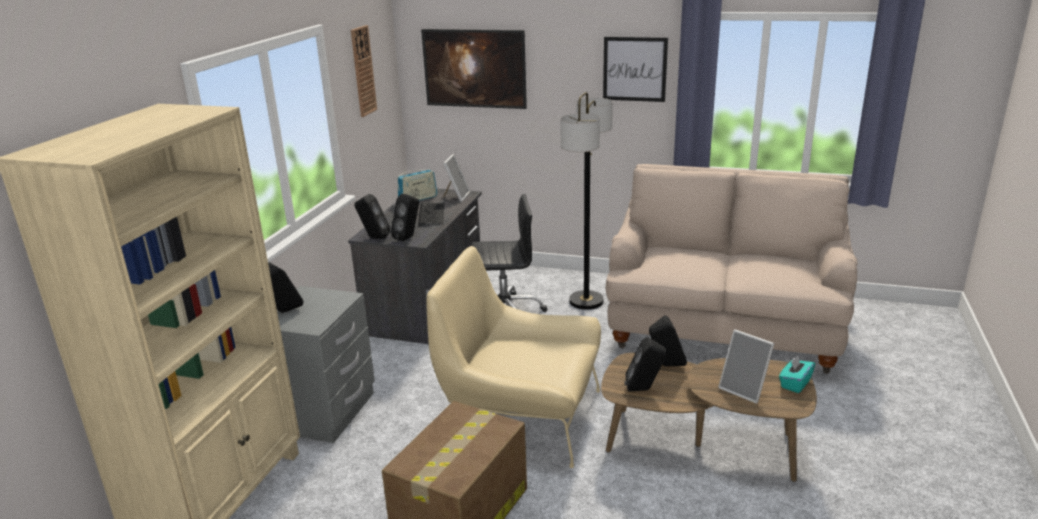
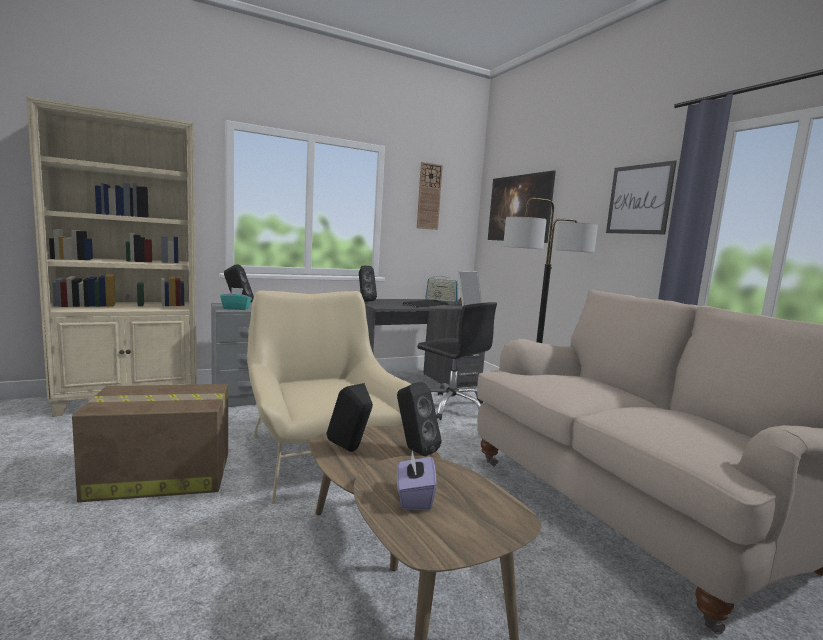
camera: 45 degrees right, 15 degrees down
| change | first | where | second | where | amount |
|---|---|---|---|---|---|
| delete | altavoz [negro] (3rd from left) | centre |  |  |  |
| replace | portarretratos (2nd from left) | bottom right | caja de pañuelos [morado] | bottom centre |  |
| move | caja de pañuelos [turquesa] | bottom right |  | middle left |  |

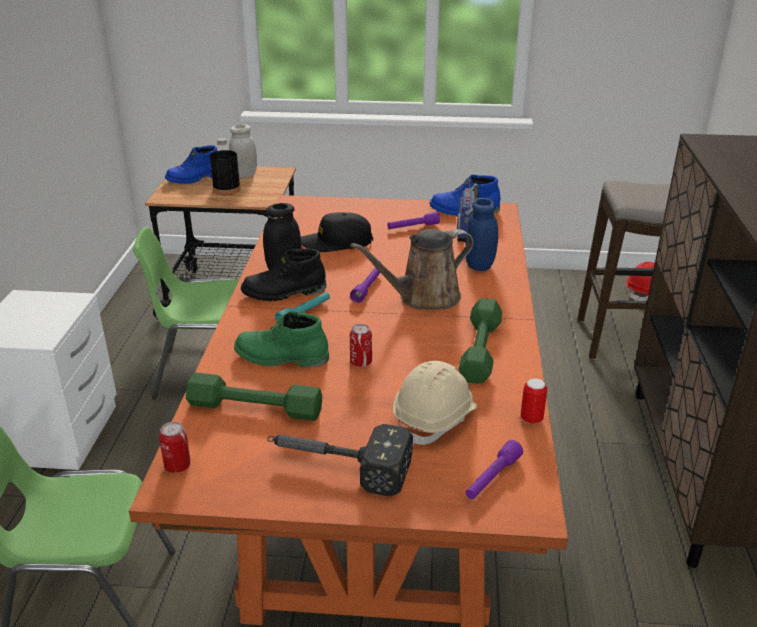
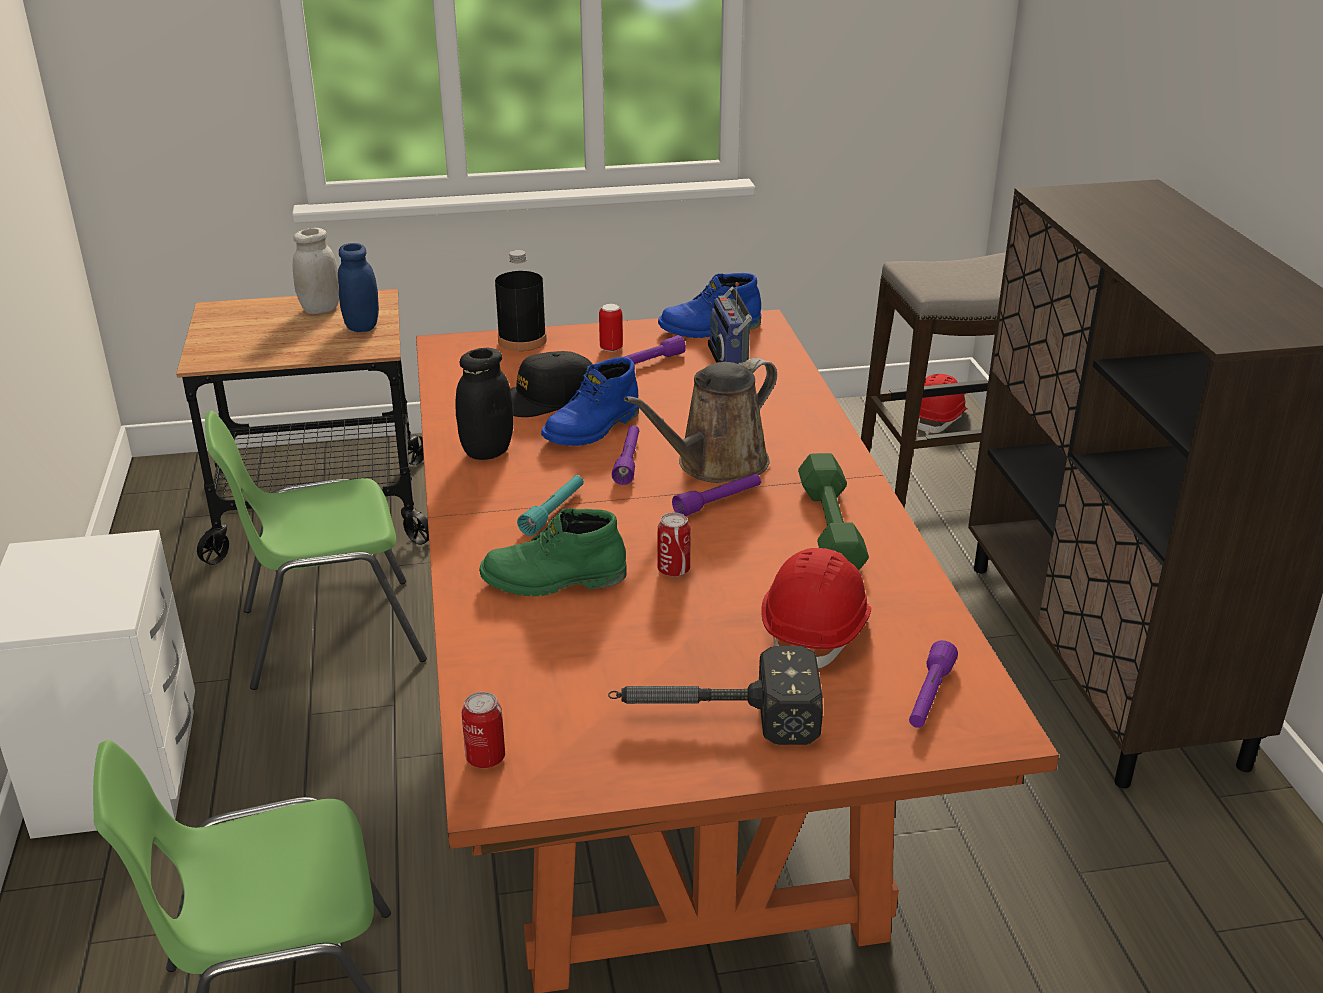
camera: 15 degrees left, 0 degrees up
| change | first | where | second | where | amount |
|---|---|---|---|---|---|
| move | botella [negro] | top left |  | top centre |  |
| move | bota [azul] (1st from left) | top left |  | centre |  |
| move | tarro [azul] | centre |  | top left |  |
| delete | bota [negro] | centre |  |  |  |
| recolor | casco [beis] | centre | casco [rojo] (1st from left) | centre |  |
| delete | mancuerna [verde] (1st from left) | centre |  |  |  |
| move | lata (3rd from left in the first image) | middle right | lata (2nd from left) | top centre |  |
| insert |  |  | linterna [morado] (3rd from left) | centre |  |

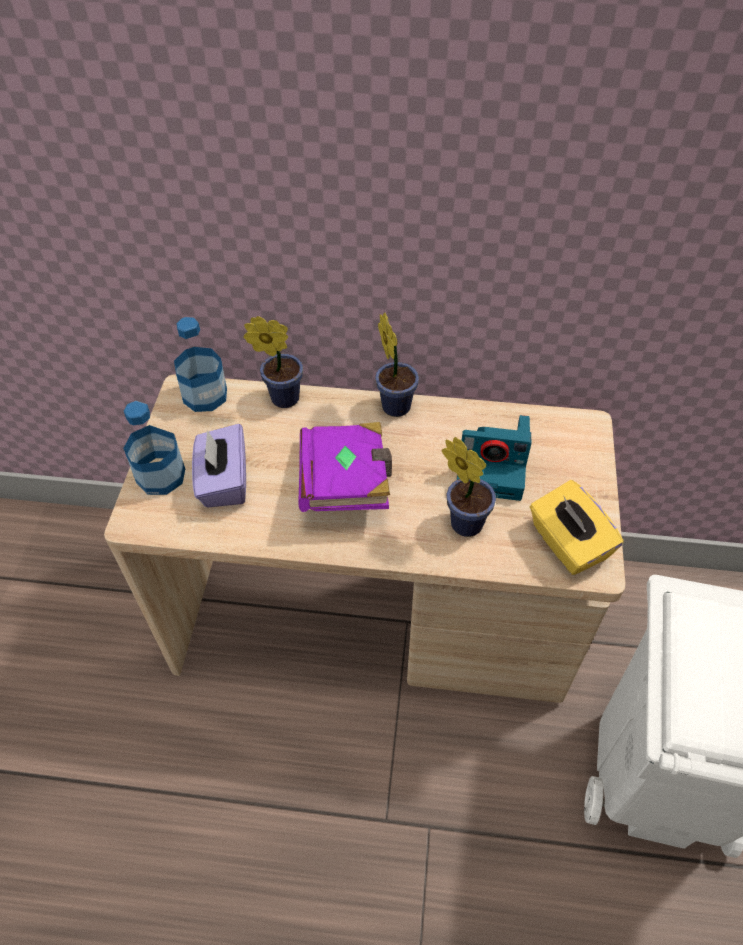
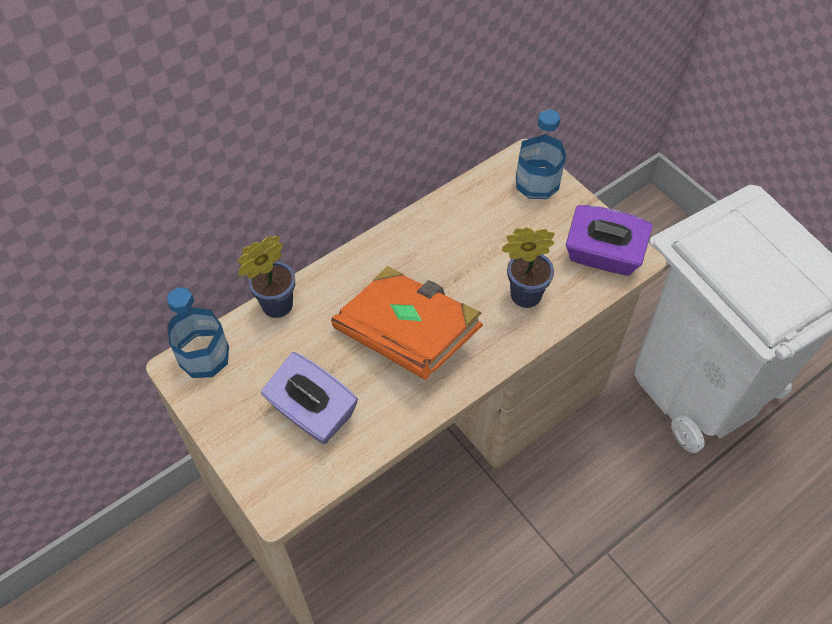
camera: 45 degrees left, 5 degrees up
| change | first | where | second | where | amount |
|---|---|---|---|---|---|
| delete | planta en maceta (2nd from left) | centre |  |  |  |
| move | botella (1st from left in the first image) | middle left | botella (2nd from left) | top centre |  |
| delete | cámara | centre |  |  |  |
| recolor | libro [morado] | centre | libro [naranja] | centre |  |
| recolor | caja de pañuelos [amarillo] | middle right | caja de pañuelos [morado] (2nd from left) | middle right |  |

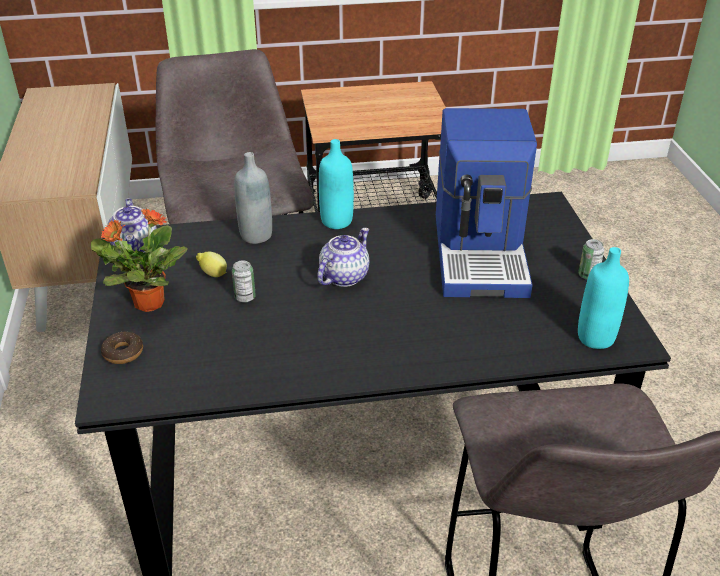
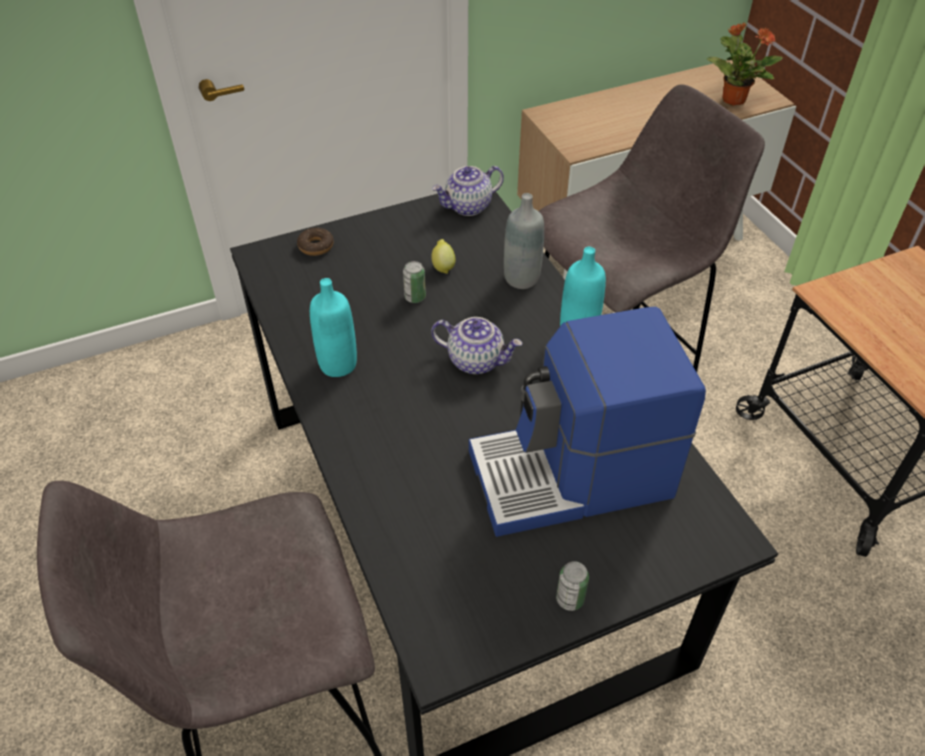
camera: 75 degrees right, 10 degrees up
| change | first | where | second | where | amount |
|---|---|---|---|---|---|
| move | planta en maceta | middle left |  | top right |  |
| move | botella [turquesa] (2nd from left in the first image) | middle right | botella [turquesa] (1st from left) | centre |  |

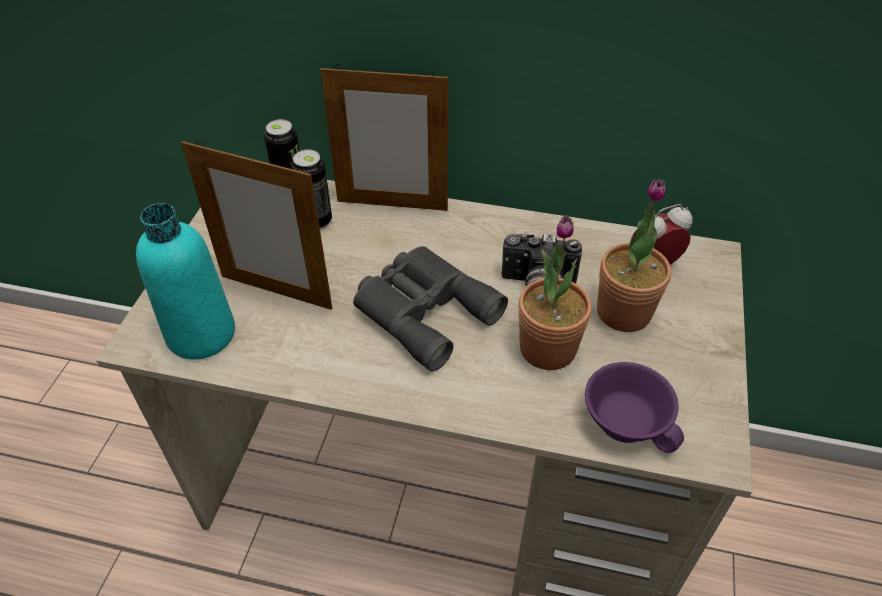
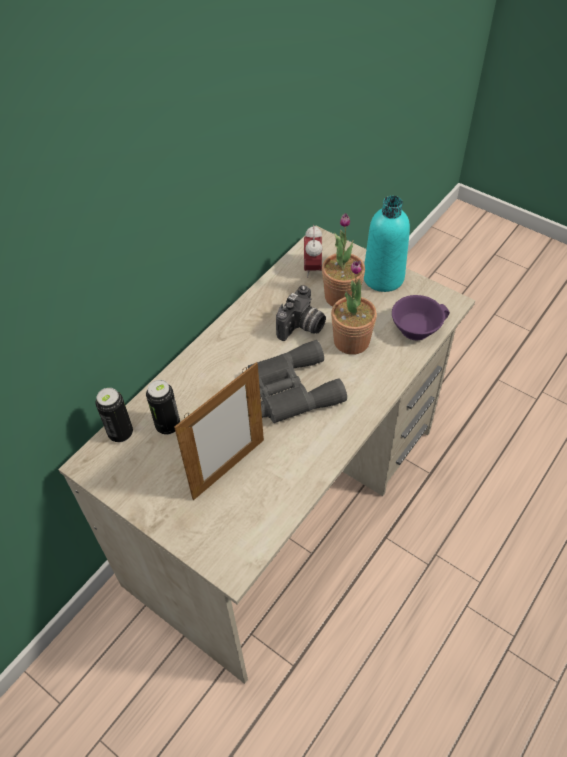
camera: 65 degrees left, 5 degrees up
| change | first | where | second | where | amount |
|---|---|---|---|---|---|
| delete | portarretratos (2nd from left) | top centre |  |  |  |
| move | botella [turquesa] | middle left |  | top right |  |

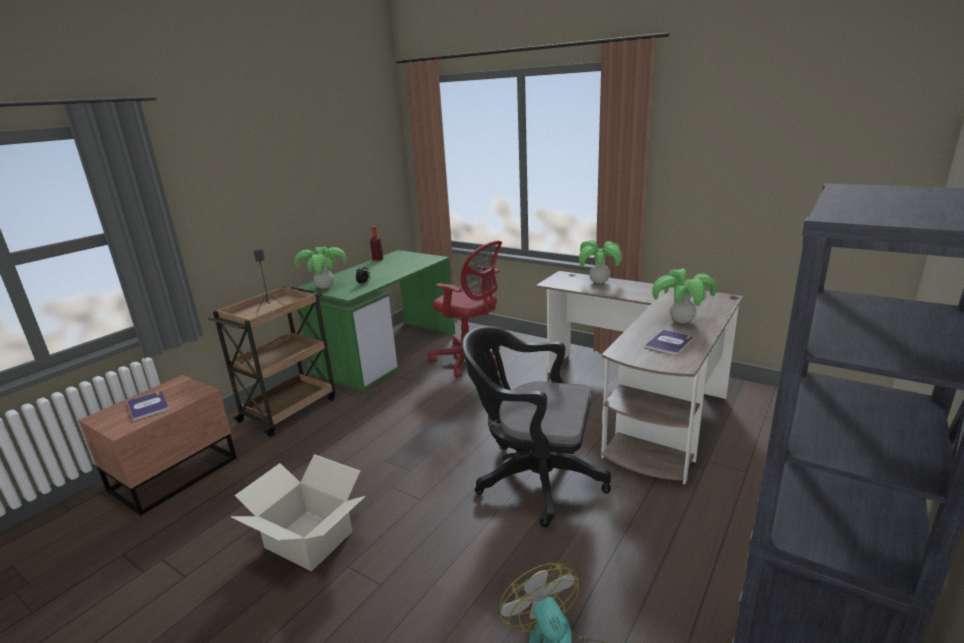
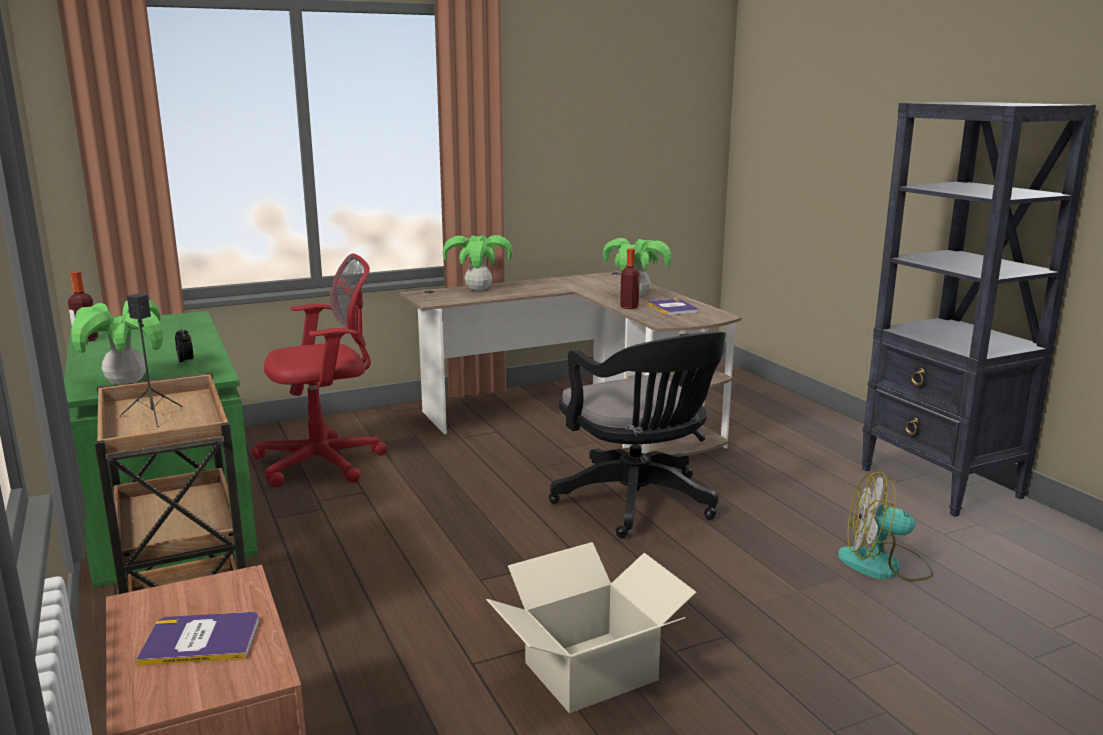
camera: 60 degrees left, 5 degrees down
| change | first | where | second | where | amount |
|---|---|---|---|---|---|
| rotate | silla de oficina [negro] | centre |  | centre | 75 degrees counterclockwise |
| insert |  |  | botella (2nd from left) | centre |  |

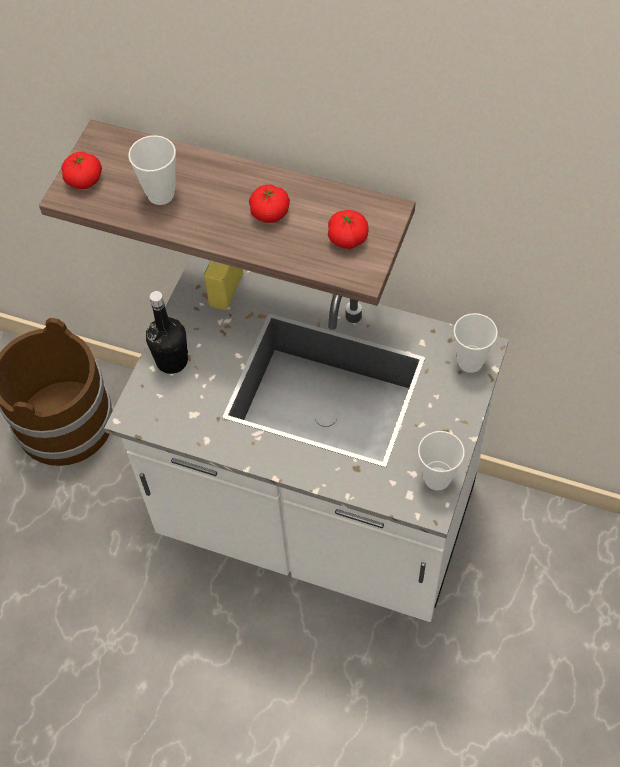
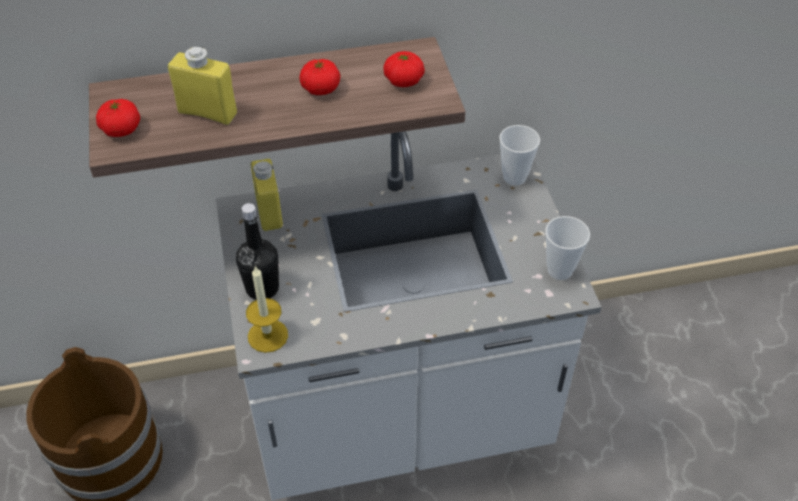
camera: 35 degrees left, 10 degrees down
| change | first | where | second | where | amount |
|---|---|---|---|---|---|
| replace | taza (1st from left) | top left | botella [amarillo] (1st from left) | top left |  |
| insert |  |  | vela | centre |  |

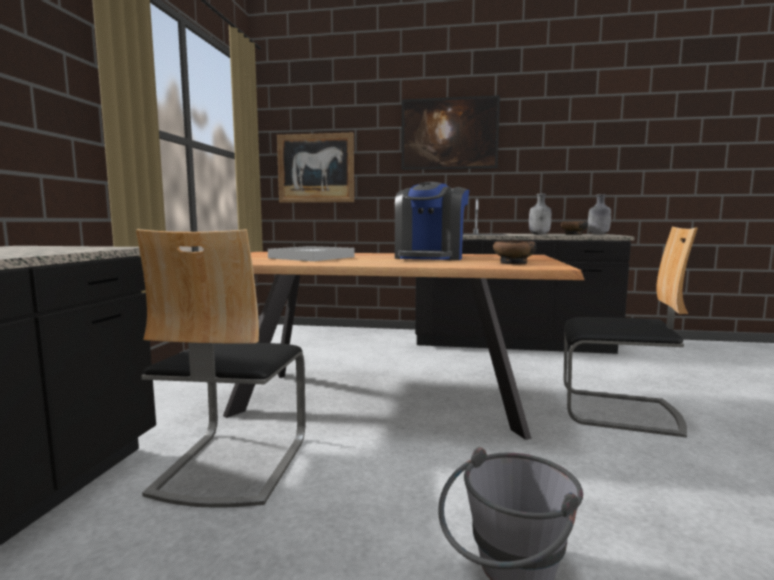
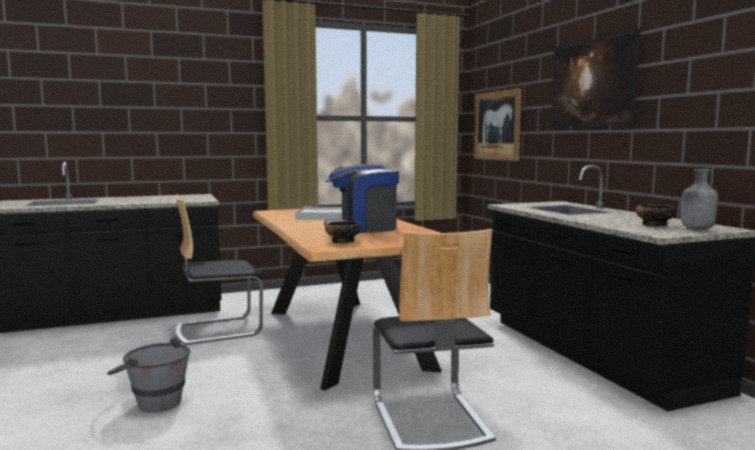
camera: 60 degrees right, 0 degrees up
| change | first | where | second | where | amount |
|---|---|---|---|---|---|
| delete | botella [gris] (1st from left) | middle right |  |  |  |

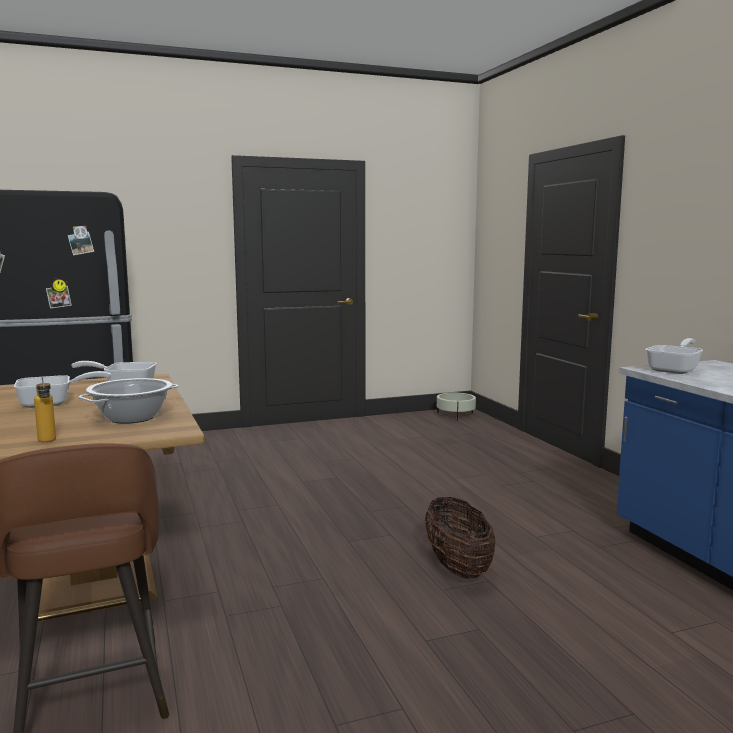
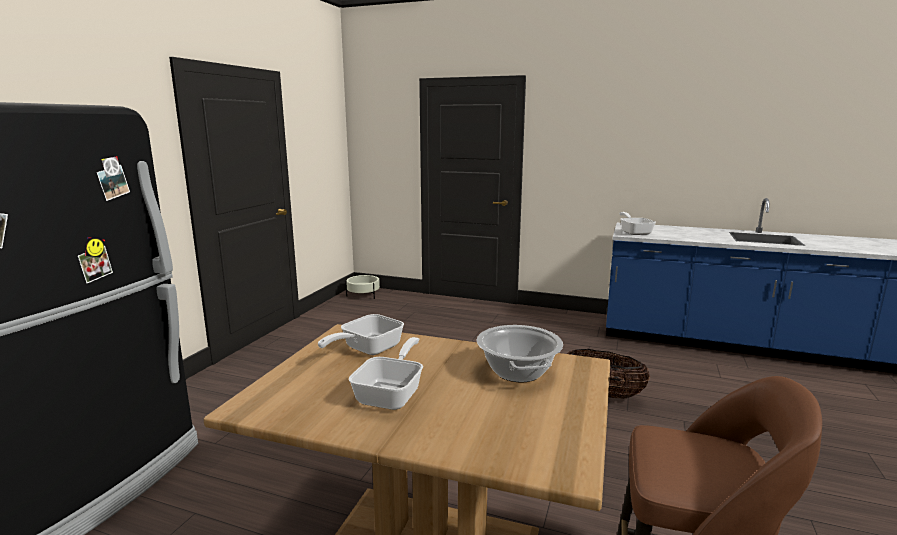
camera: 50 degrees left, 5 degrees up
| change | first | where | second | where | amount |
|---|---|---|---|---|---|
| delete | botella | middle left |  |  |  |

